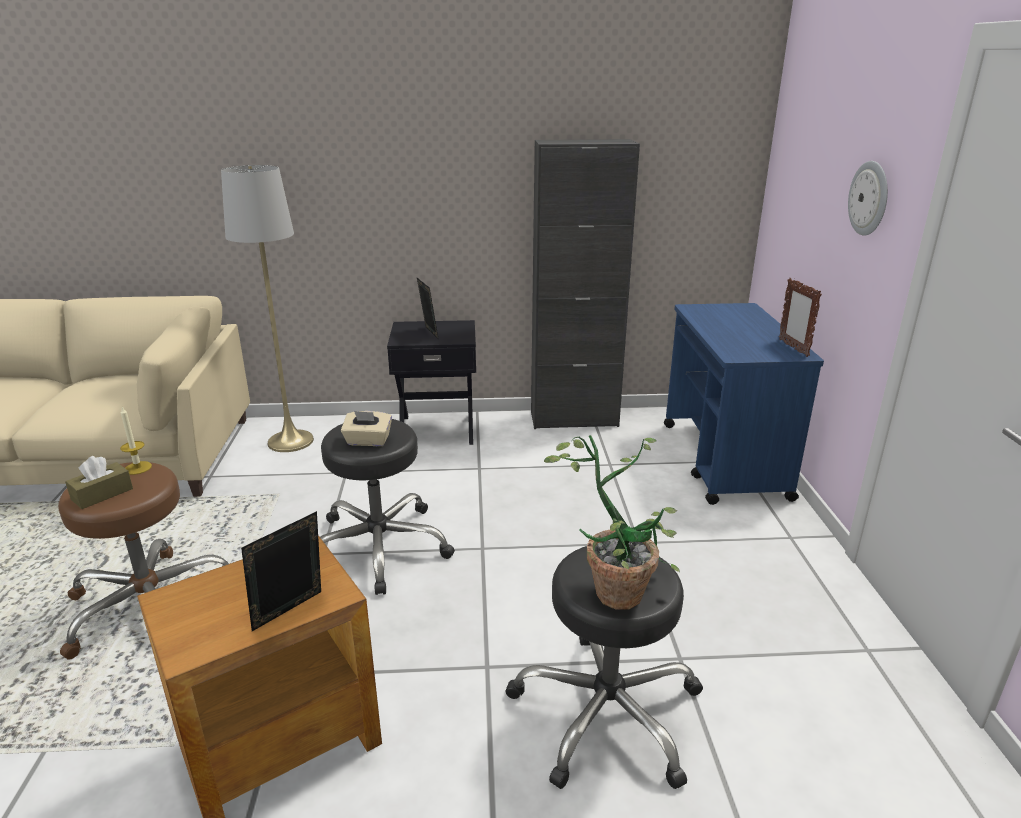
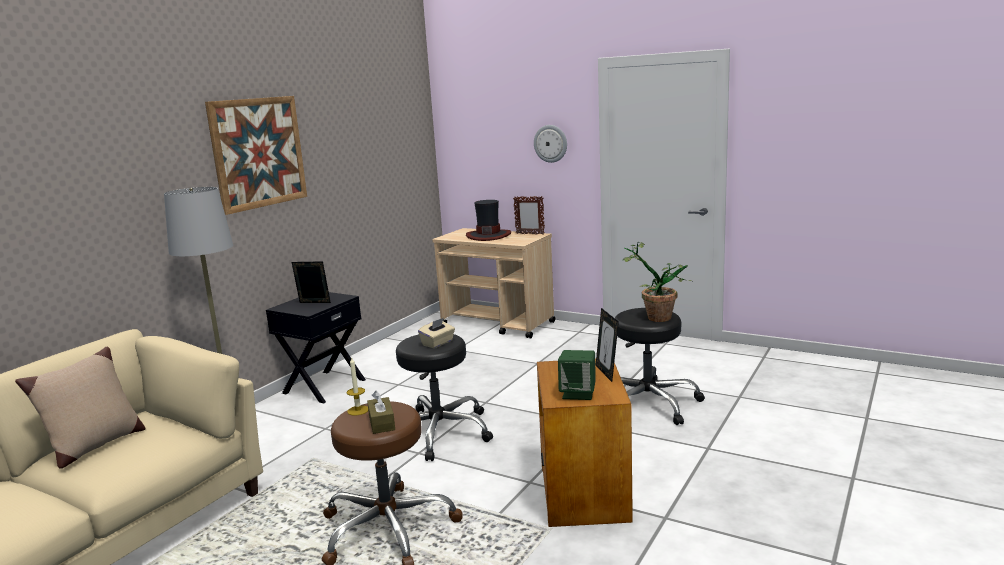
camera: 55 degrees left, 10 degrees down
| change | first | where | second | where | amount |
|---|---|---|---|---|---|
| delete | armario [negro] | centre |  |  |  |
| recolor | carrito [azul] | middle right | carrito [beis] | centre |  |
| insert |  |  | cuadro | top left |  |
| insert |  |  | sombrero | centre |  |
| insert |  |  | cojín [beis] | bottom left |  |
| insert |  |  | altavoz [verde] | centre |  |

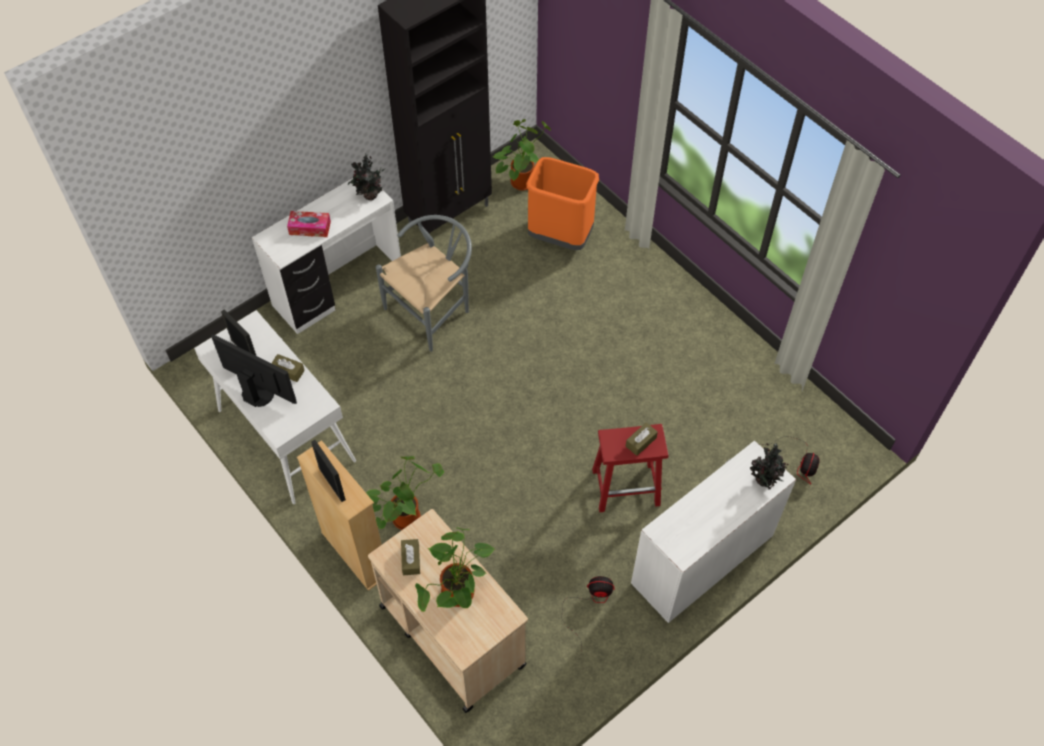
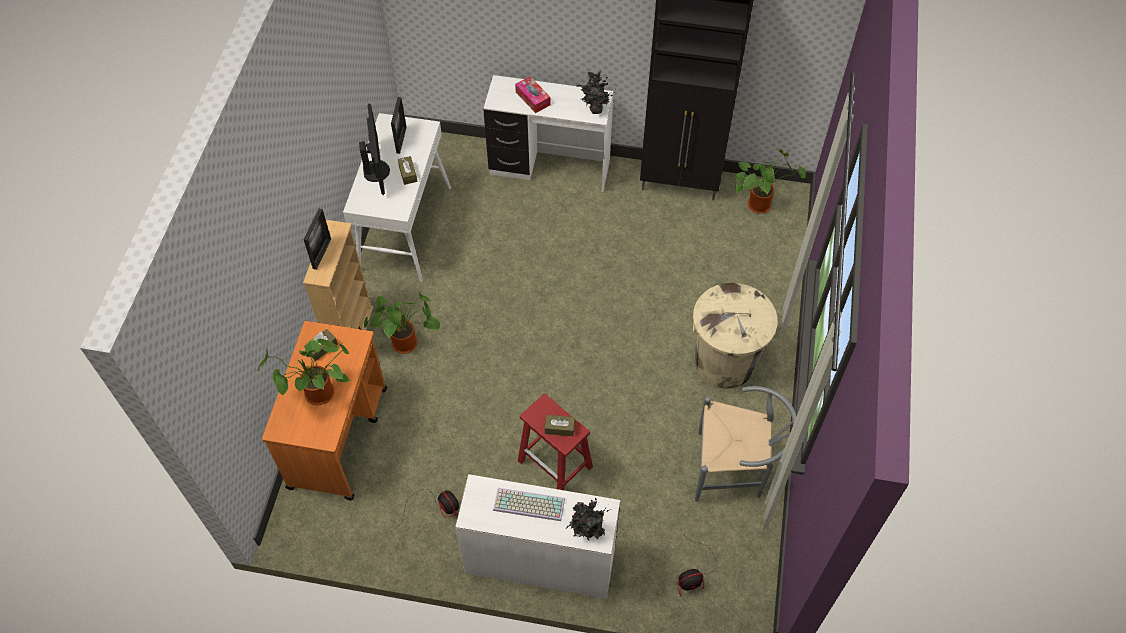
camera: 50 degrees right, 0 degrees up
| change | first | where | second | where | amount |
|---|---|---|---|---|---|
| delete | papelera [naranja] | top centre |  |  |  |
| move | silla [gris] | centre |  | bottom centre |  |
| recolor | carrito [beis] | bottom centre | carrito [naranja] | middle left |  |
| insert |  |  | papelera [beis] | centre |  |
| insert |  |  | teclado | bottom centre |  |

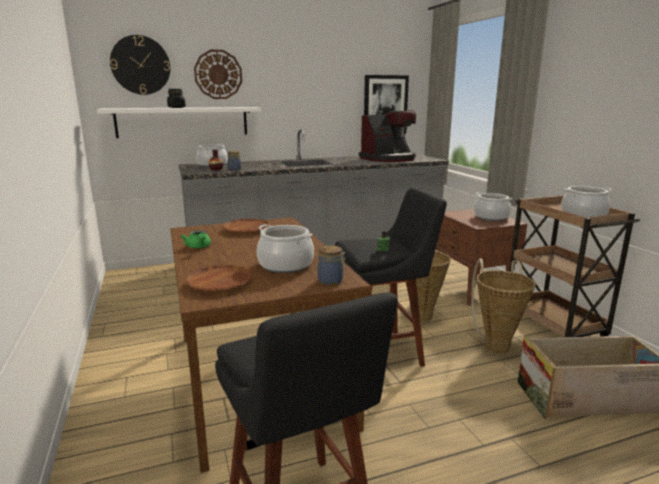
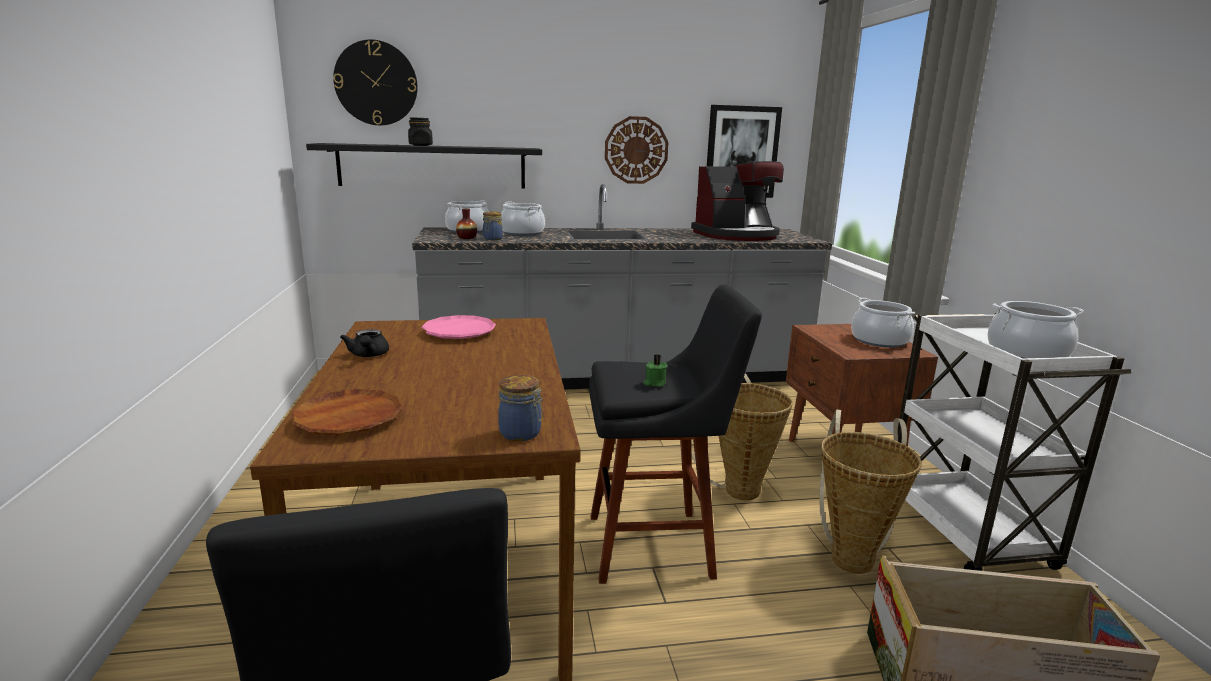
camera: 10 degrees right, 0 degrees up
| change | first | where | second | where | amount |
|---|---|---|---|---|---|
| move | reloj de pared (2nd from left) | top left |  | top centre |  |
| recolor | estante [blanco] | top left | estante [negro] | top centre |  |
| recolor | carrito [marrón] | middle right | carrito [blanco] | middle right |  |
| recolor | plato [marrón] (2nd from left) | centre | plato [rosa] | centre |  |
| move | olla (2nd from left) | centre |  | top centre |  |
| recolor | tetera [verde] | middle left | tetera [negro] | middle left |  |

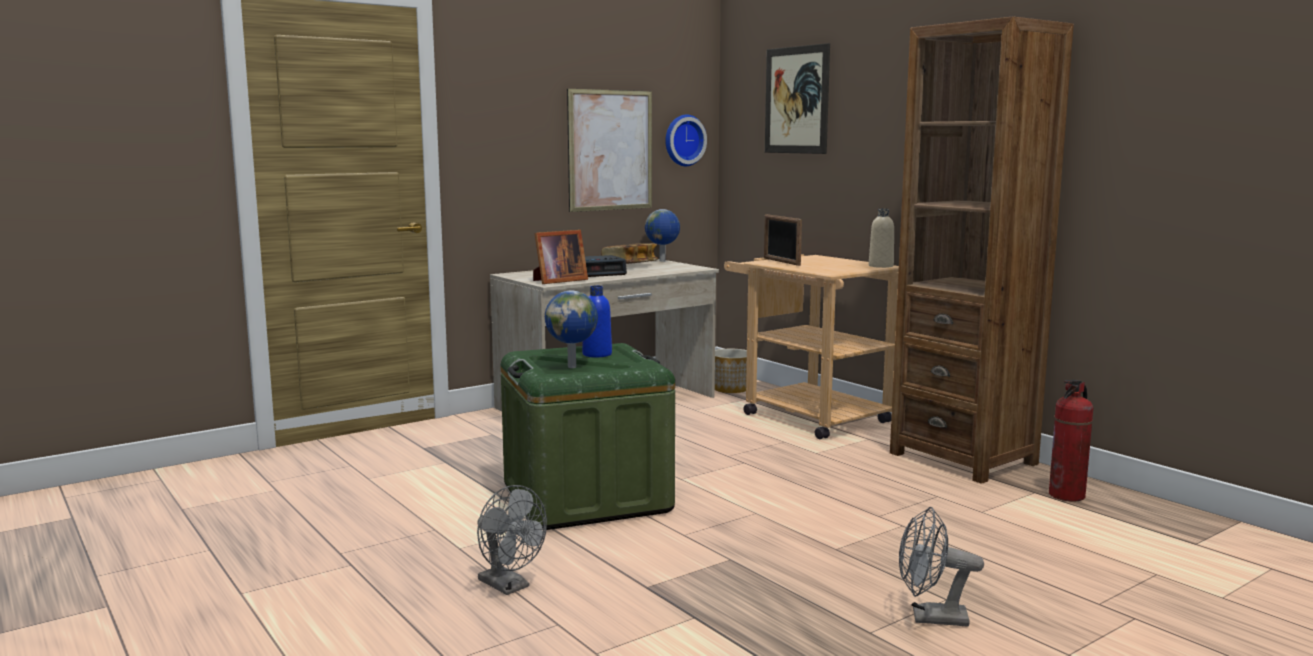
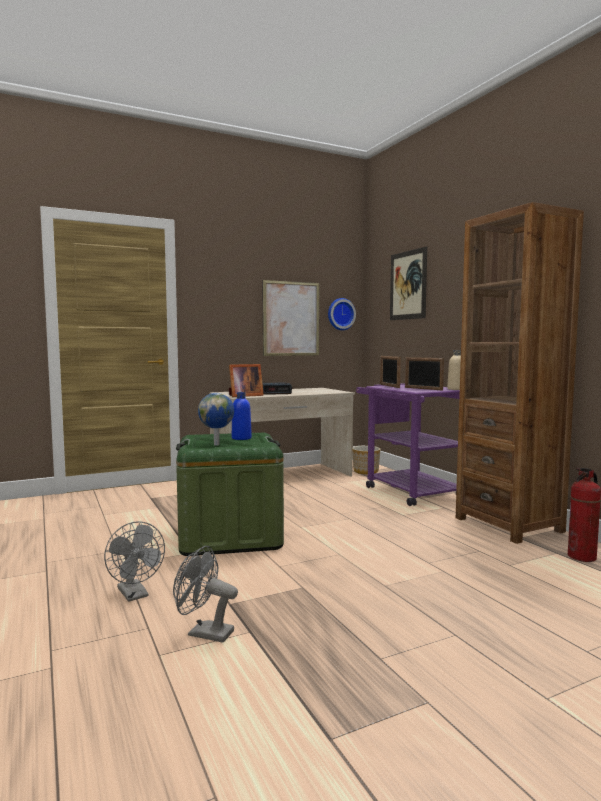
camera: 10 degrees right, 5 degrees down
| change | first | where | second | where | amount |
|---|---|---|---|---|---|
| delete | globo terráqueo (2nd from left) | centre |  |  |  |
| delete | libro | centre |  |  |  |
| recolor | carrito [beis] | centre | carrito [morado] | middle right |  |
| move | ventilador [gris] (2nd from left) | bottom right |  | bottom centre |  |
| insert |  |  | portarretratos (3rd from left) | middle right |  |

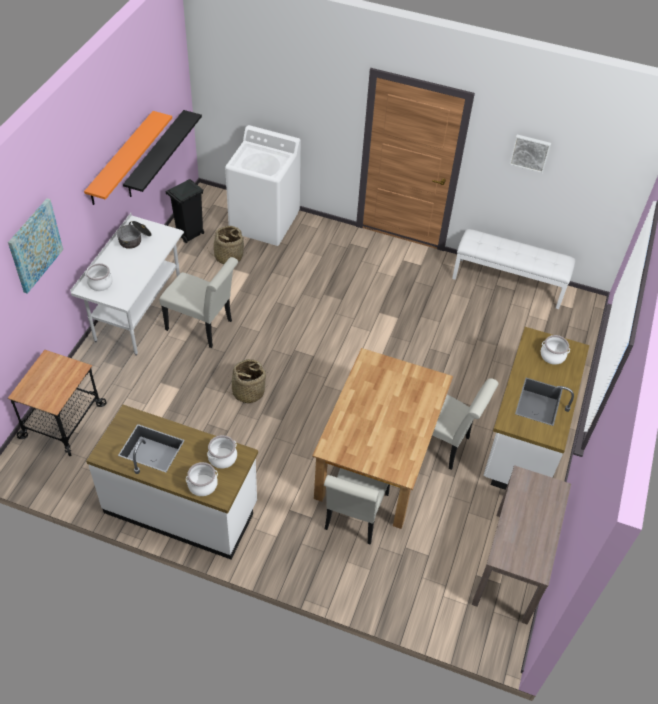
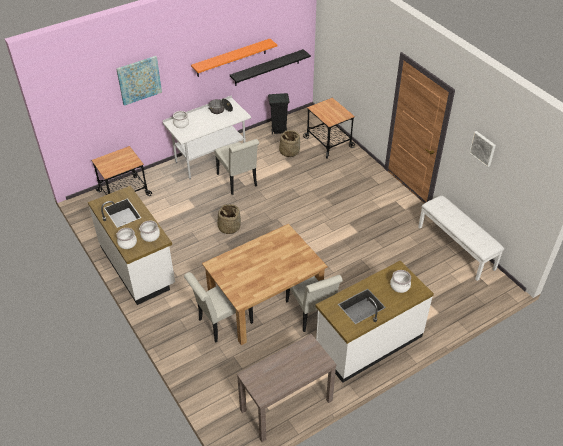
camera: 40 degrees right, 5 degrees down
| change | first | where | second | where | amount |
|---|---|---|---|---|---|
| replace | lavadora [blanco] | top centre | carrito (2nd from left) | top centre |  |

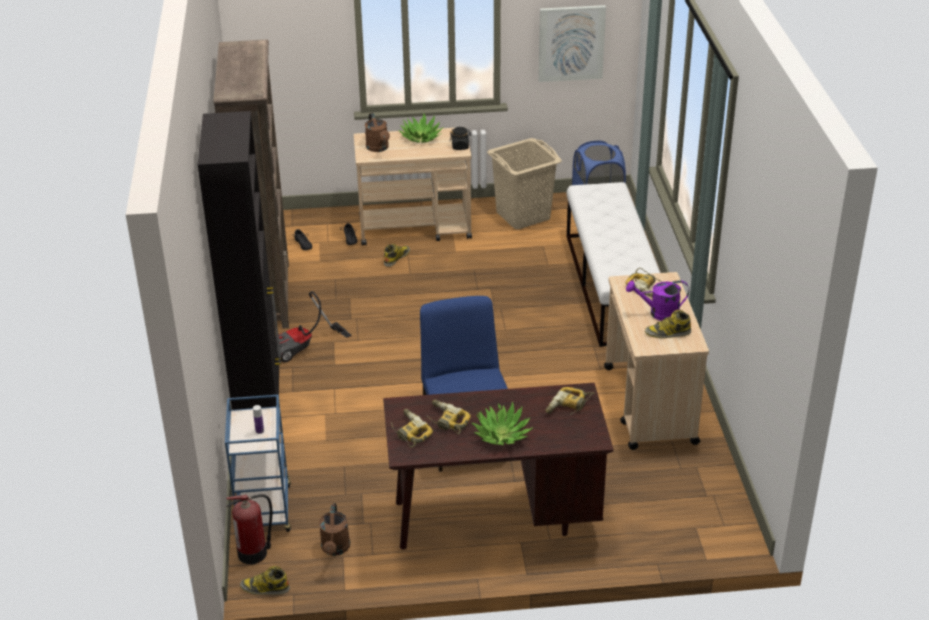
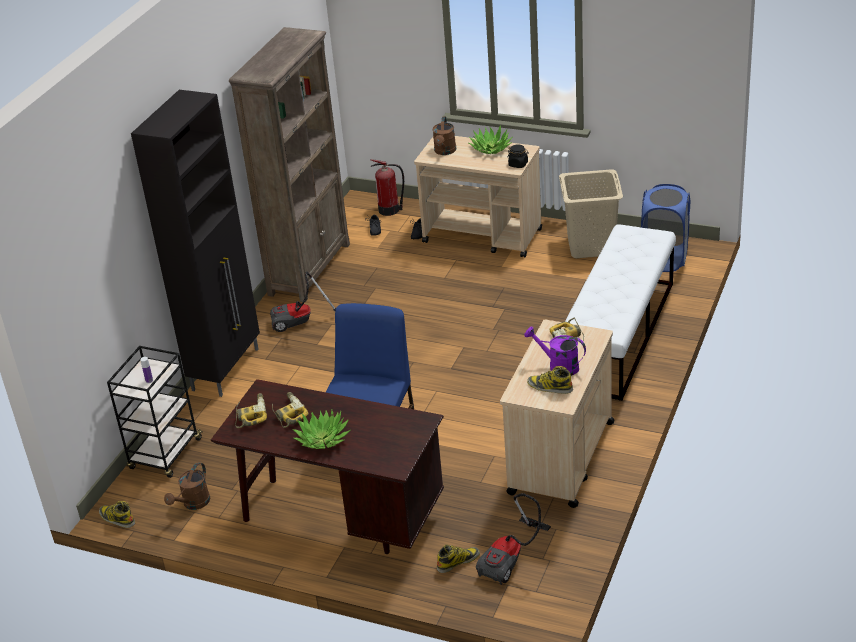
camera: 30 degrees right, 0 degrees up
| change | first | where | second | where | amount |
|---|---|---|---|---|---|
| delete | cuadro | top centre |  |  |  |
| move | bota (2nd from left) | centre |  | bottom centre |  |
| delete | taladro (3rd from left) | centre |  |  |  |
| recolor | carrito [azul] | bottom left | carrito [negro] | middle left |  |
| move | extintor | bottom left |  | top centre |  |
| insert |  |  | aspiradora (2nd from left) | bottom centre |  |

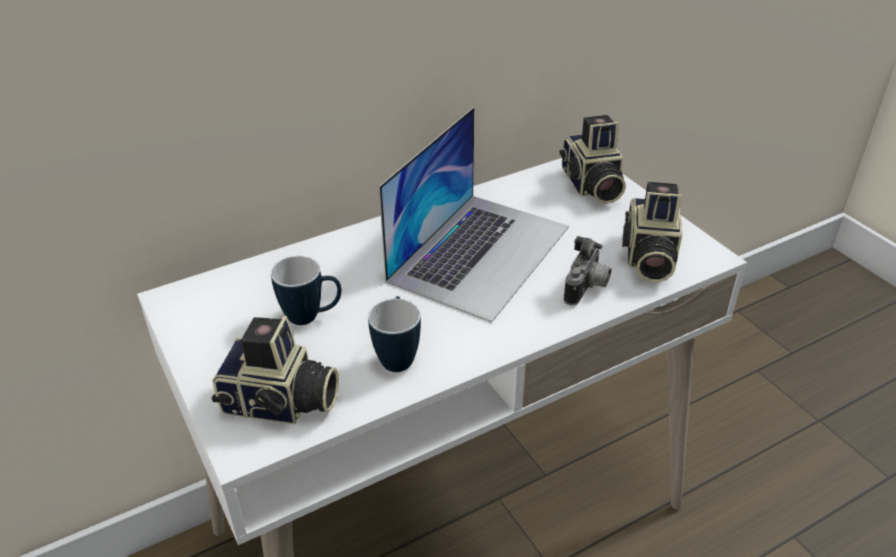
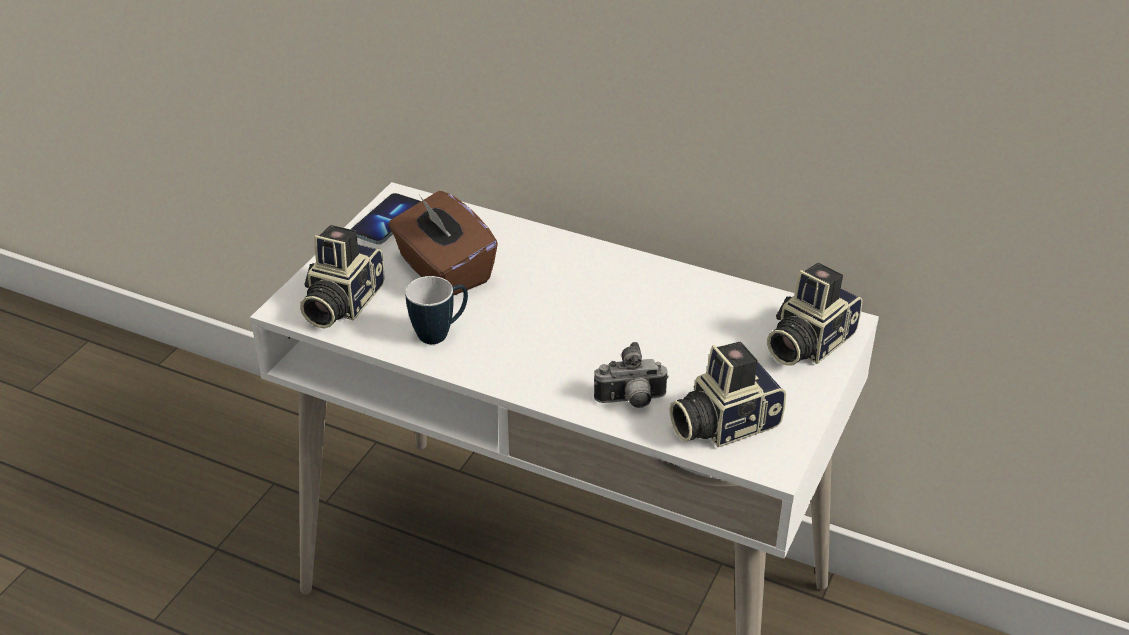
camera: 55 degrees right, 0 degrees up
| change | first | where | second | where | amount |
|---|---|---|---|---|---|
| delete | portátil | centre |  |  |  |
| replace | taza grande (1st from left) | centre | caja de pañuelos [marrón] | centre |  |
| rotate | cámara (1st from left) | middle left |  | middle left | 45 degrees clockwise |
| insert |  |  | móvil | centre |  |

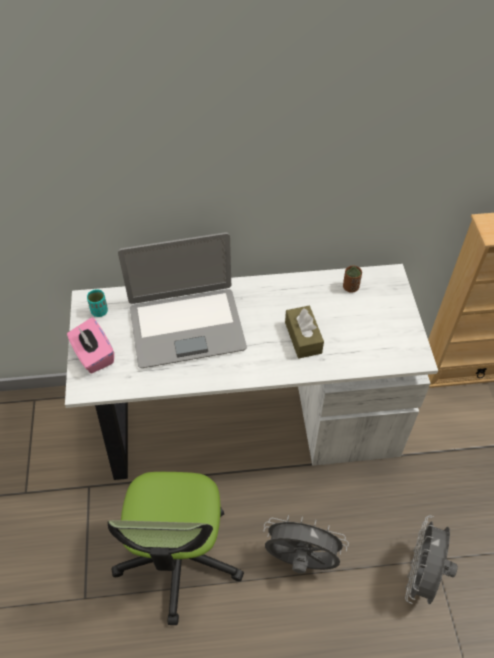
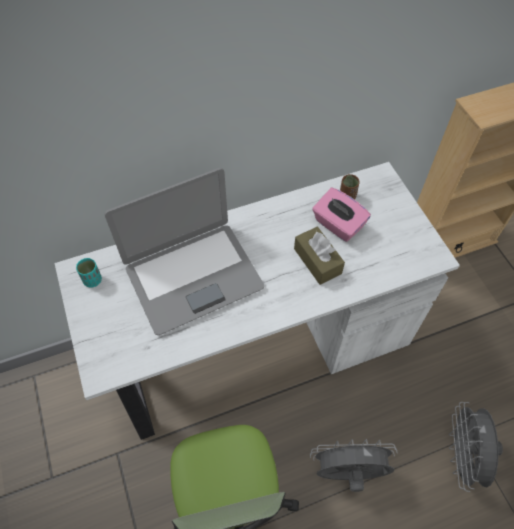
camera: 15 degrees left, 5 degrees up
| change | first | where | second | where | amount |
|---|---|---|---|---|---|
| move | caja de pañuelos [rosa] | middle left |  | centre |  |

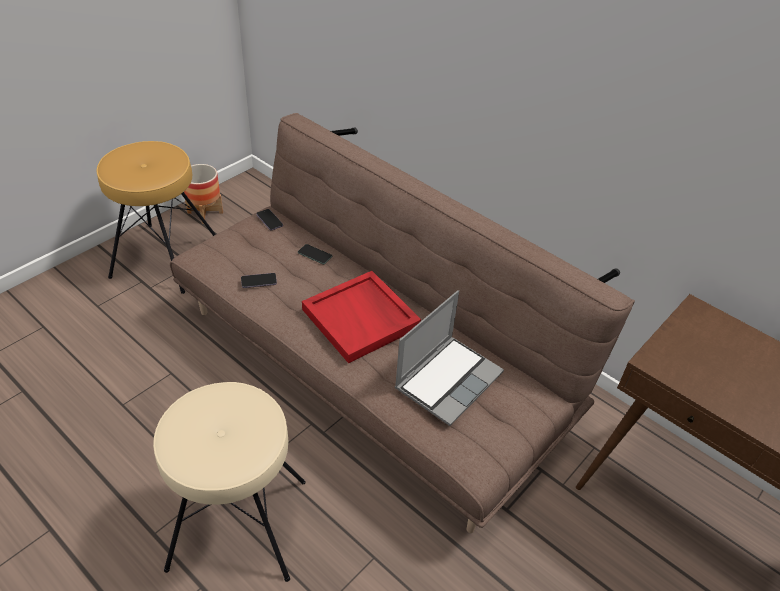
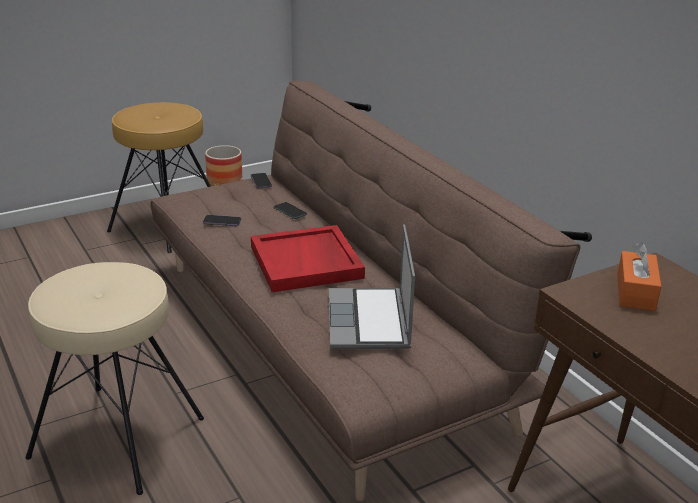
camera: 20 degrees right, 15 degrees down
| change | first | where | second | where | amount |
|---|---|---|---|---|---|
| rotate | portátil | centre |  | centre | 120 degrees clockwise |
| insert |  |  | caja de pañuelos [naranja] | middle right |  |

